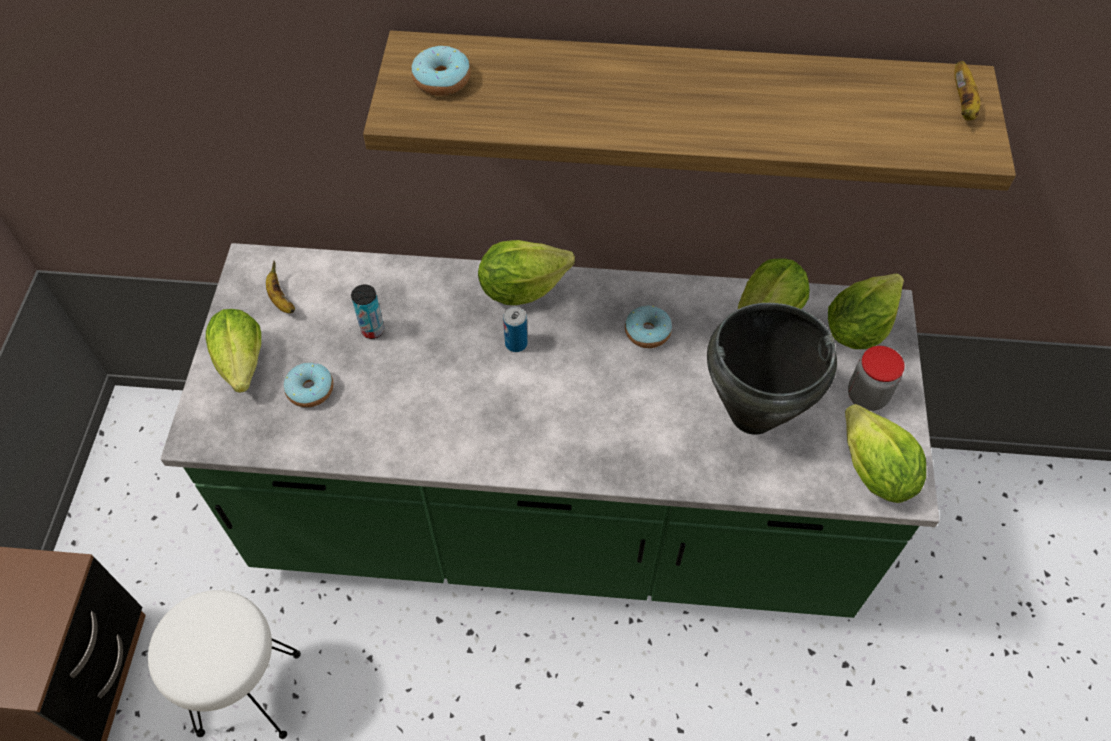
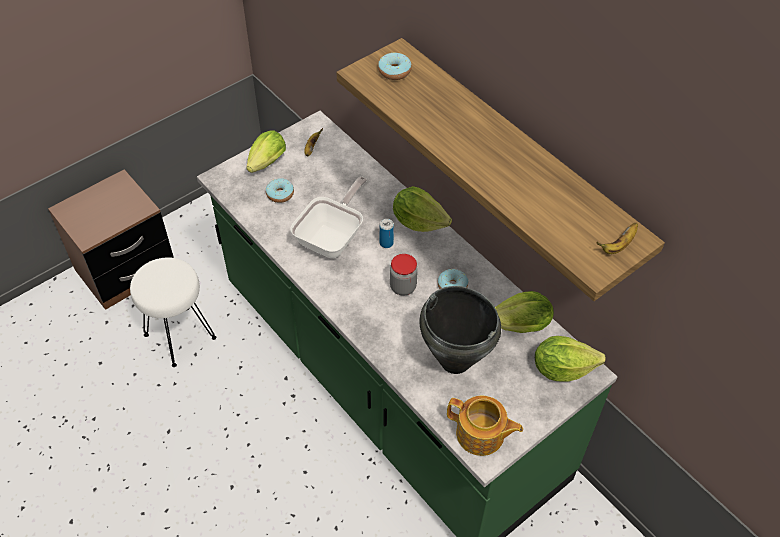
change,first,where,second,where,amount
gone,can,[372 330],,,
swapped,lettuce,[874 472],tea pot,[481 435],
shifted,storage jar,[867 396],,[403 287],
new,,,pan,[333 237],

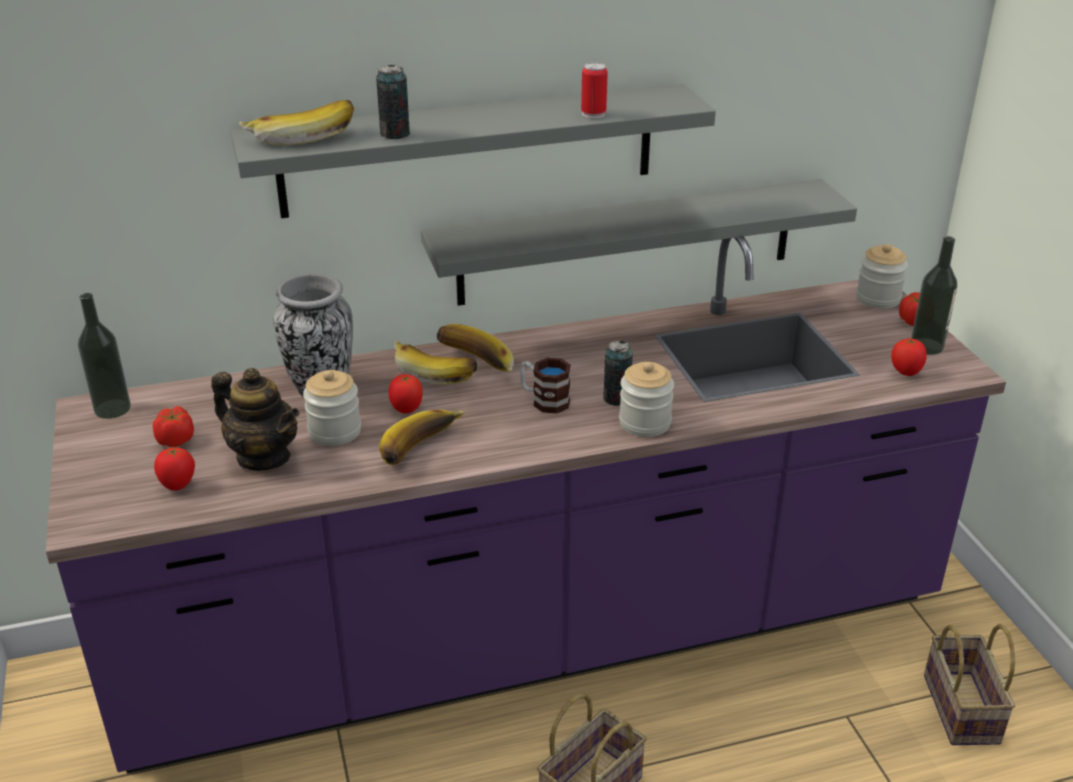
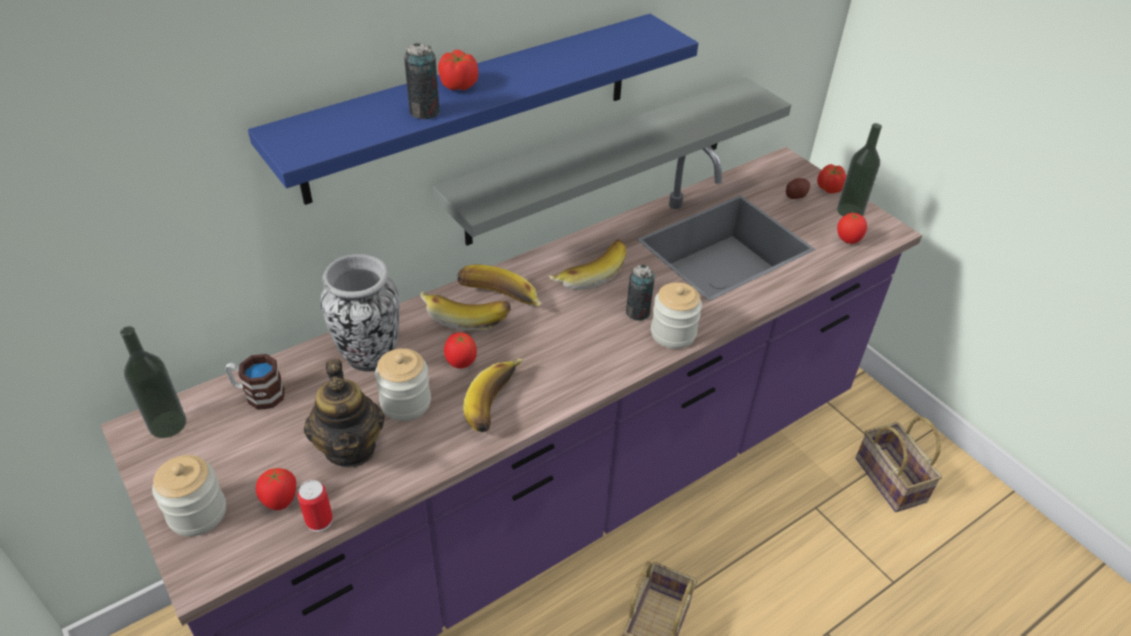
change,first,where,second,where,amount
shifted,tomato,[176 440],,[459 85],
rotated,tea pot,[263 457],,[350 447],60 degrees clockwise
repainted,bracket shelf (gray),[469 150],bracket shelf (blue-coloured),[473 106],
shifted,banana fruit,[301 135],,[588 273],
shifted,coffee mug,[544 400],,[258 394],
shifted,can,[593 114],,[319 521],
shifted,storage jar,[878 298],,[197 513],
new,,,potato,[796 195],

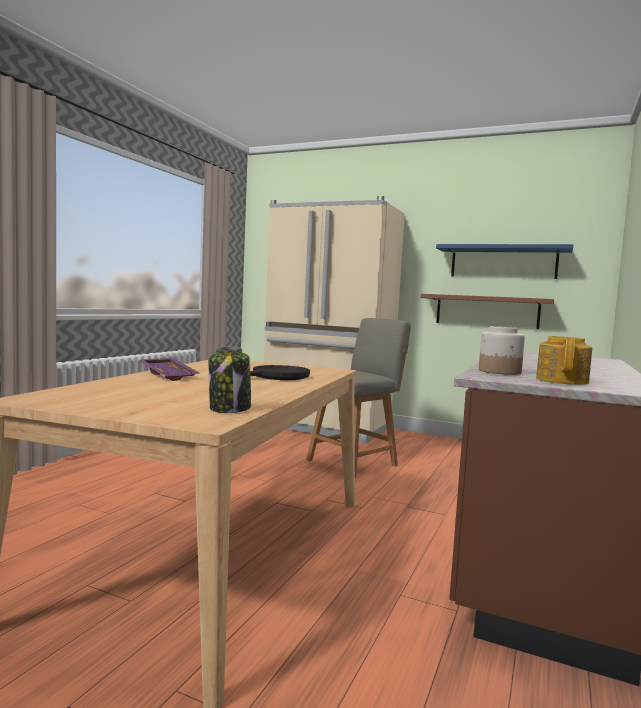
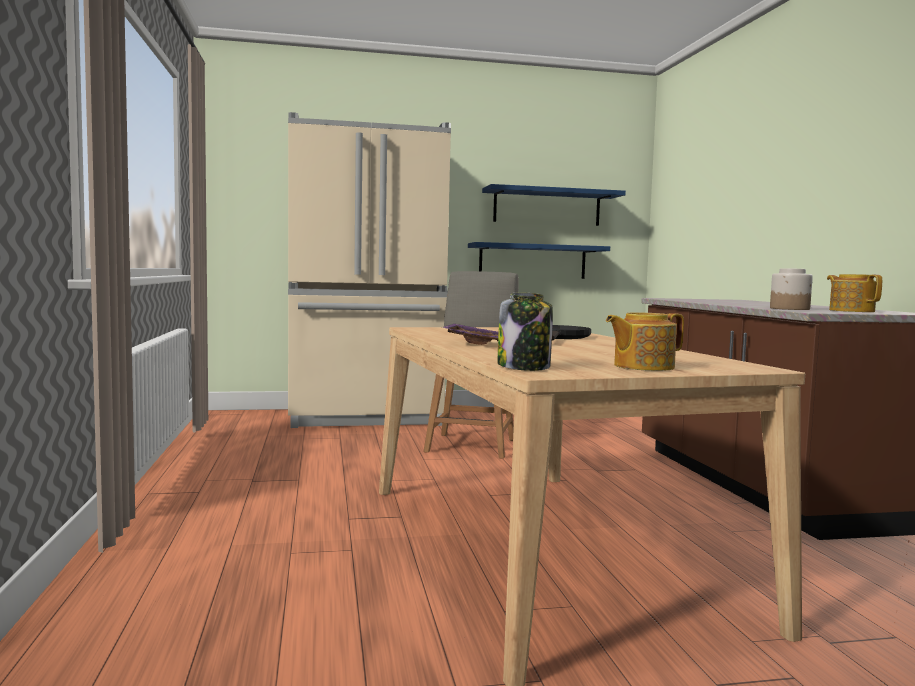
change,first,where,second,where,amount
shifted,storage jar,[230 409],,[524 367],
repainted,bracket shelf (brown-coloured),[487 311],bracket shelf (blue-coloured),[532 261],
new,,,tea pot,[642 366],

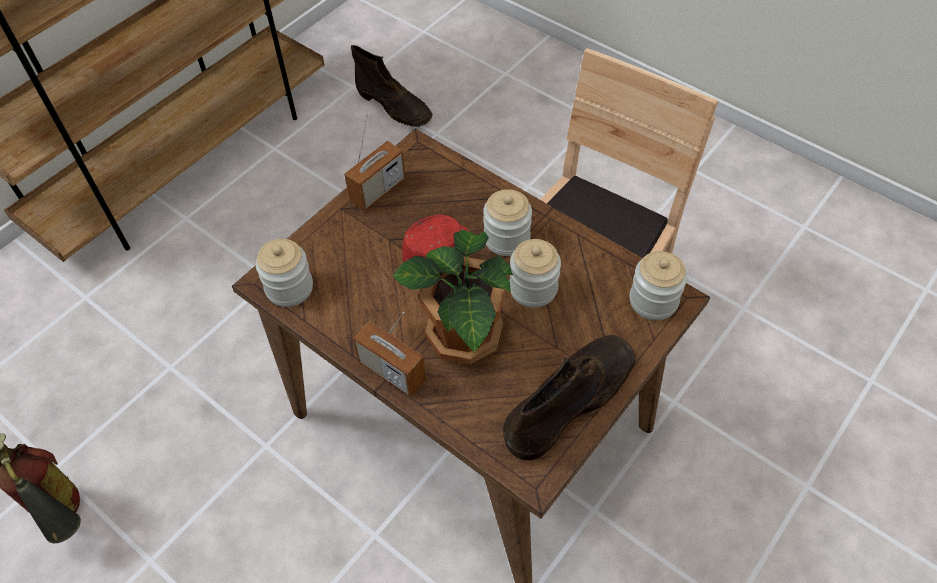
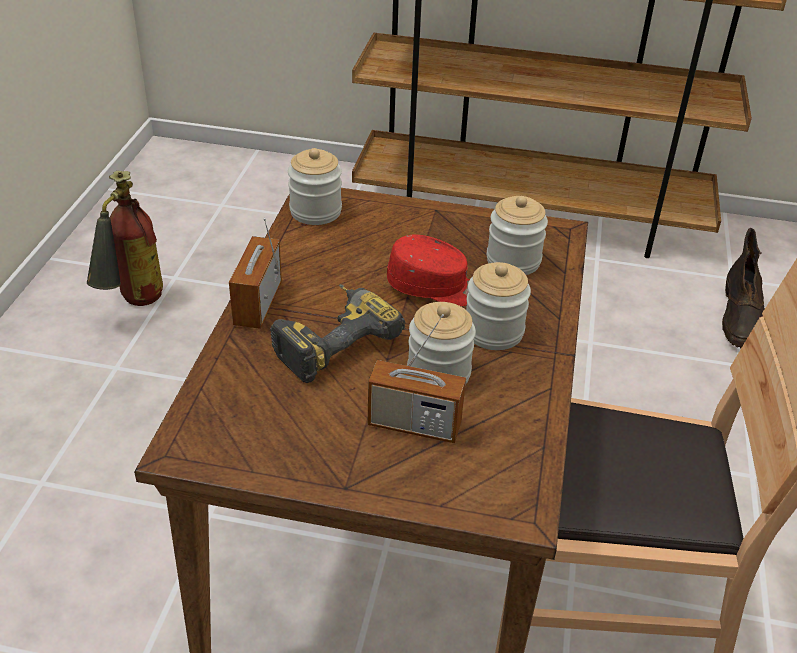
change,first,where,second,where,amount
shifted,radio set,[378 190],,[414 425],
swapped,potted plant,[462 338],electric drill,[331 340],
gone,boot (brown-coloured),[570 400],,,
shifted,storage jar,[653 301],,[513 261],

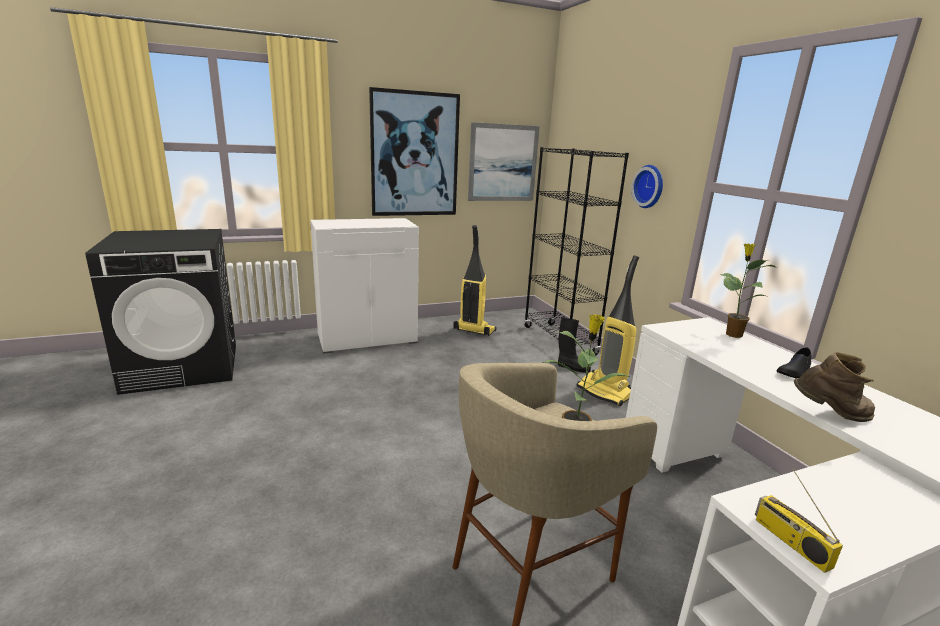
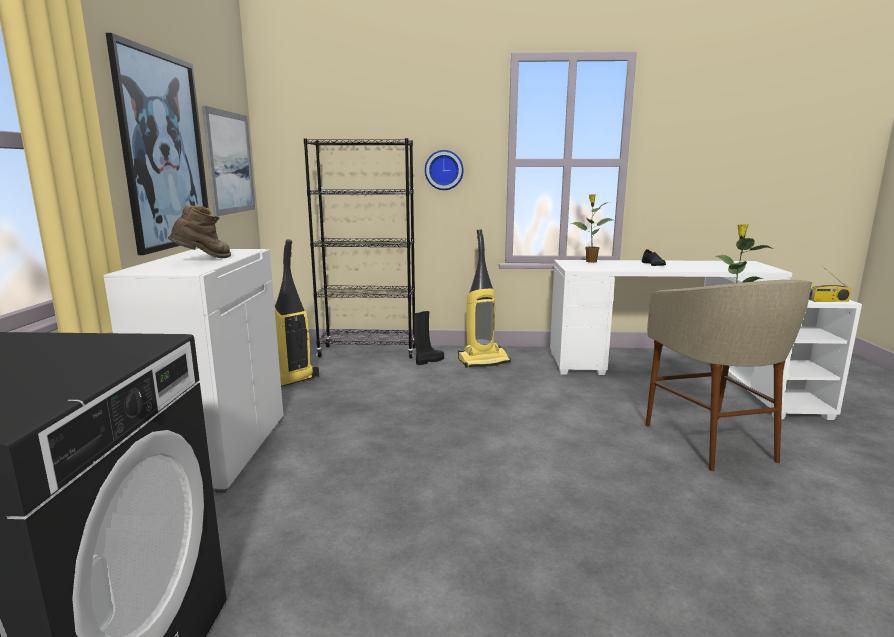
change,first,where,second,where,amount
shifted,boot (brown-coloured),[830 415],,[204 260],

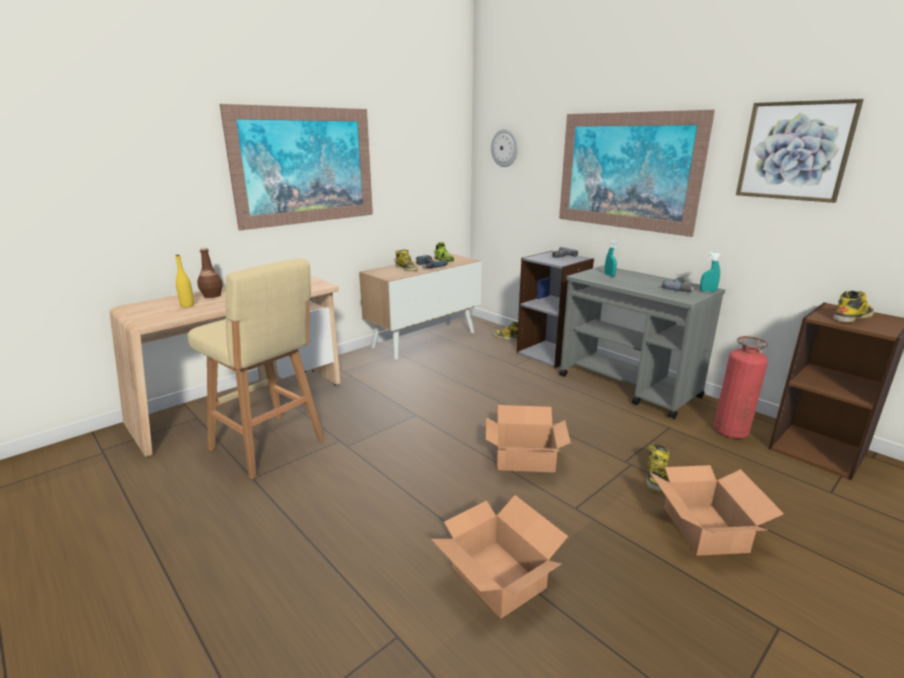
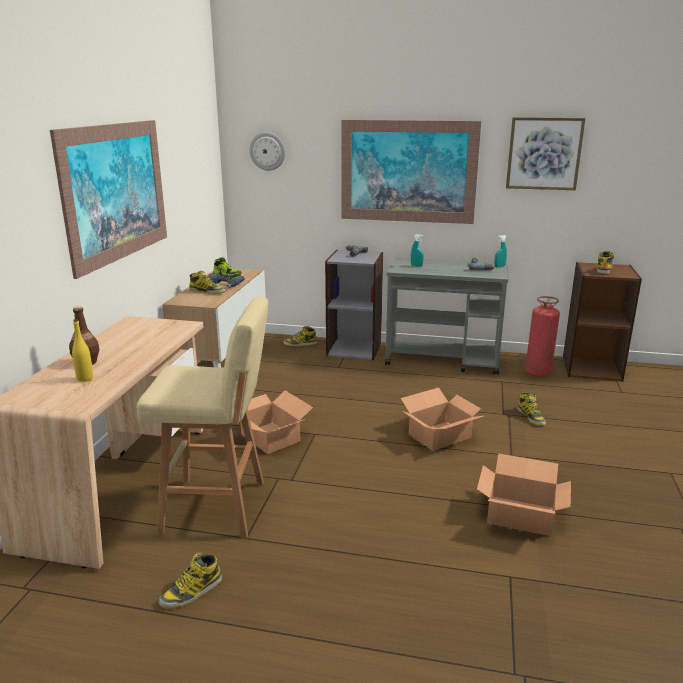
change,first,where,second,where,amount
shifted,packing box,[703 529],,[270 438],
new,,,boot,[191 592],

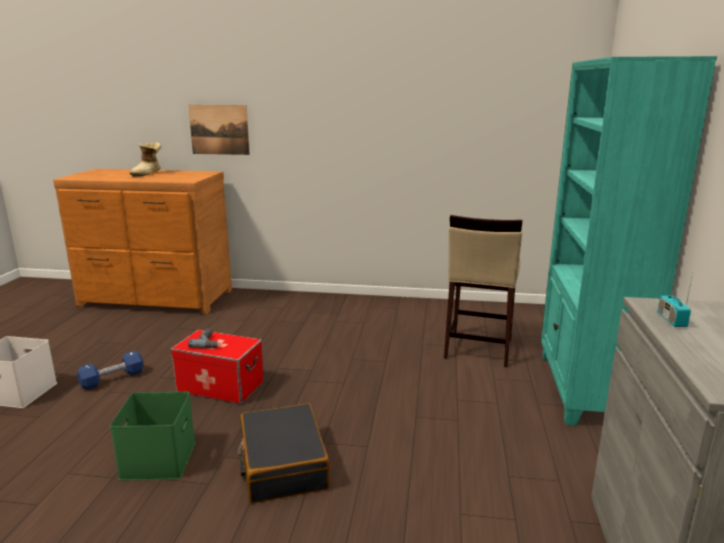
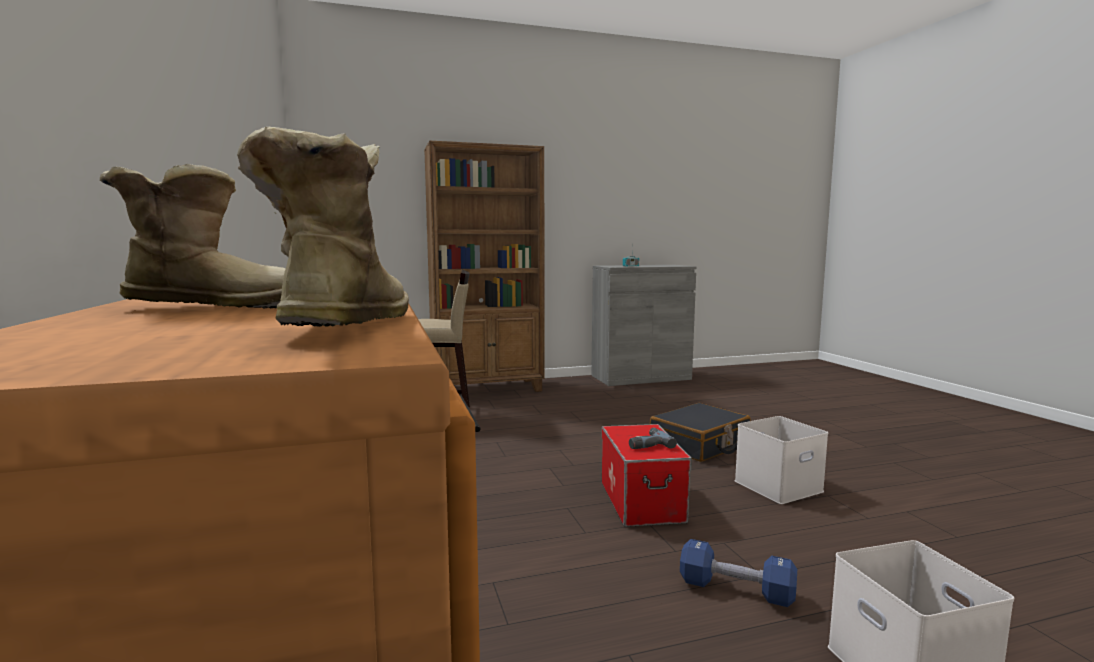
change,first,where,second,where,amount
repainted,storage box (greenish),[159 460],storage box (white),[778 485],
gone,picture,[219 129],,,
repainted,bookcase (turquoise),[585 390],bookcase (brown-coloured),[488 389],
new,,,boot,[340 327],

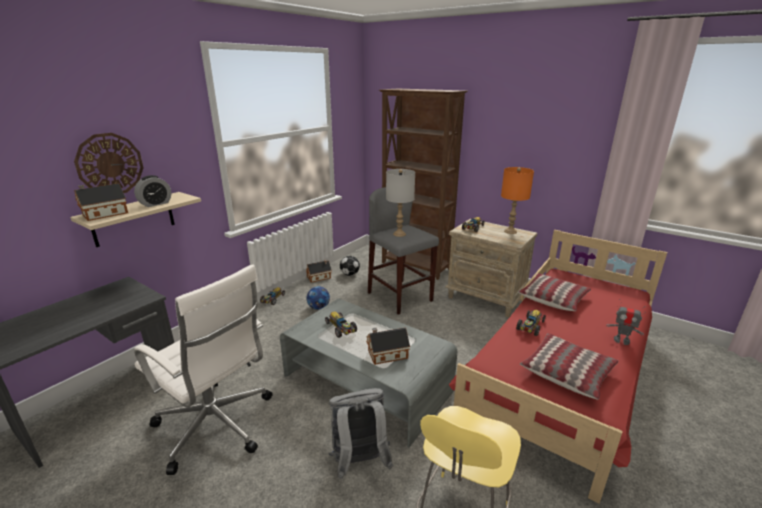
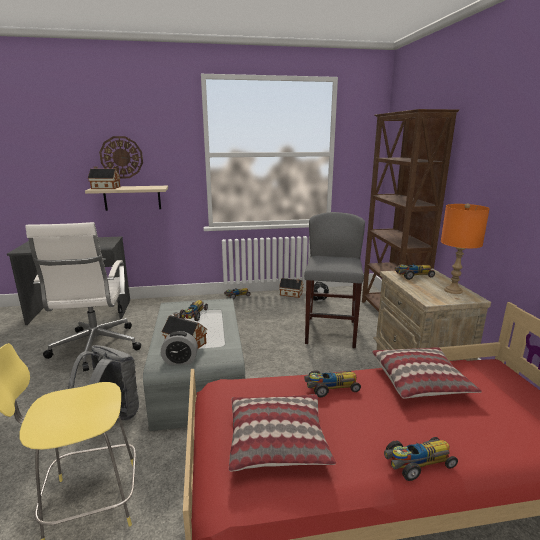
change,first,where,second,where,amount
shifted,table clock,[155 204],,[180 361],
gone,ball for football,[318 307],,,
gone,table lamp (gray),[399 234],,,
swapped,robot figure,[621 340],toy car,[417 463],

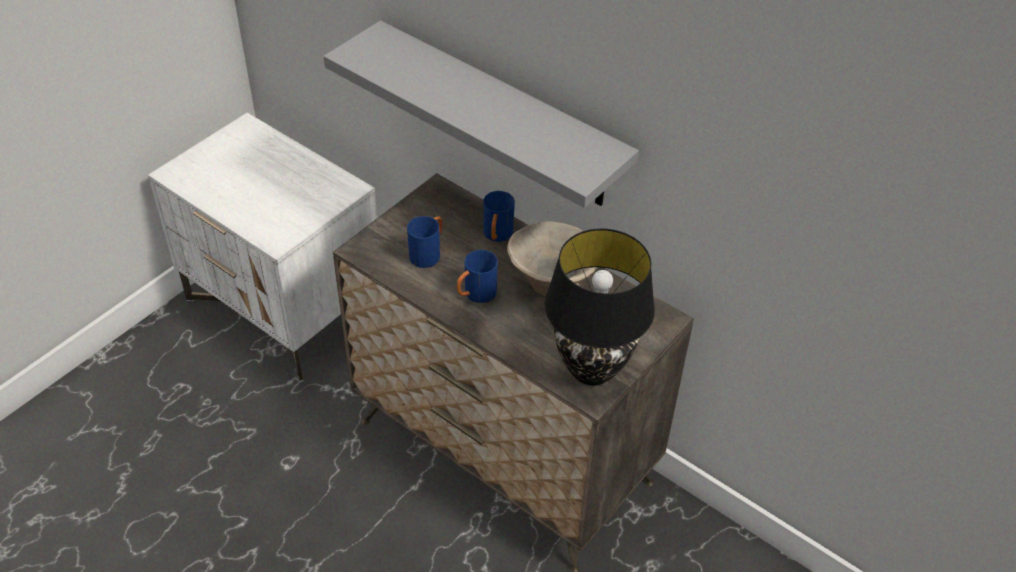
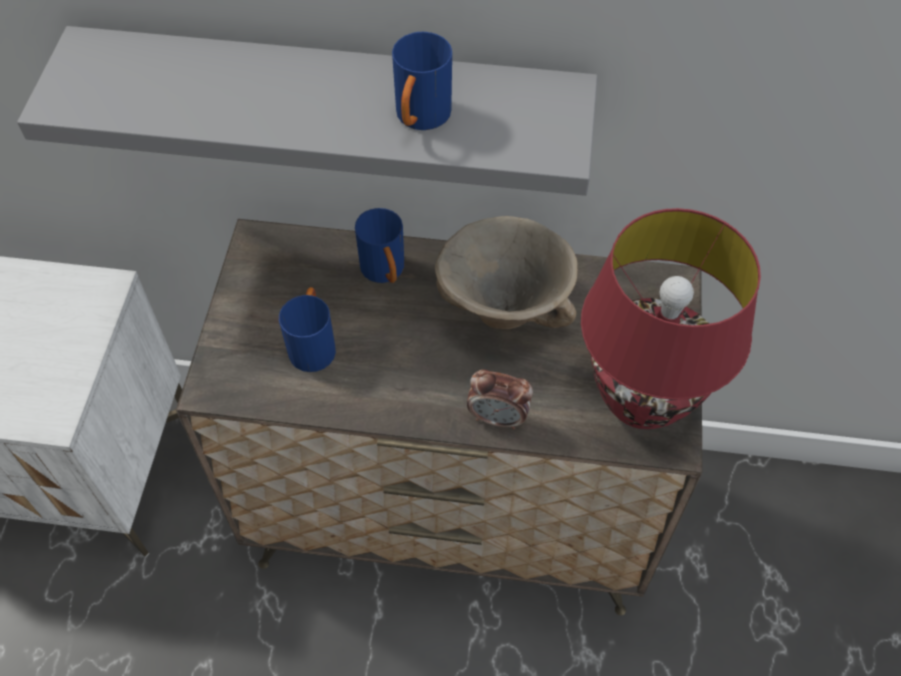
change,first,where,second,where,amount
shifted,coffee mug (blue-coloured),[475 295],,[420 120],
repainted,table lamp (blackish),[590 369],table lamp (red-coloured),[640 403],
new,,,table clock,[498 417],

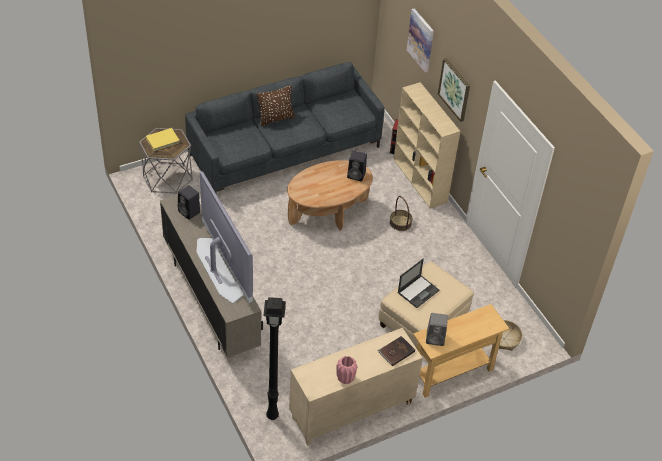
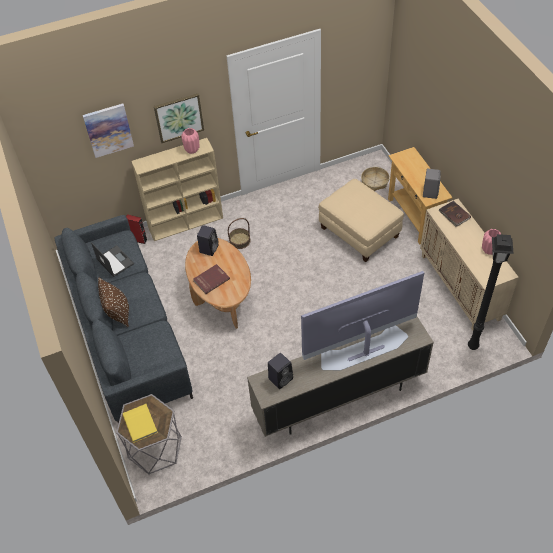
change,first,where,second,where,amount
shifted,notebook computer,[418 291],,[114 261],
new,,,vase (pink),[192 150],
new,,,bound book (red-coloured),[211 279],

